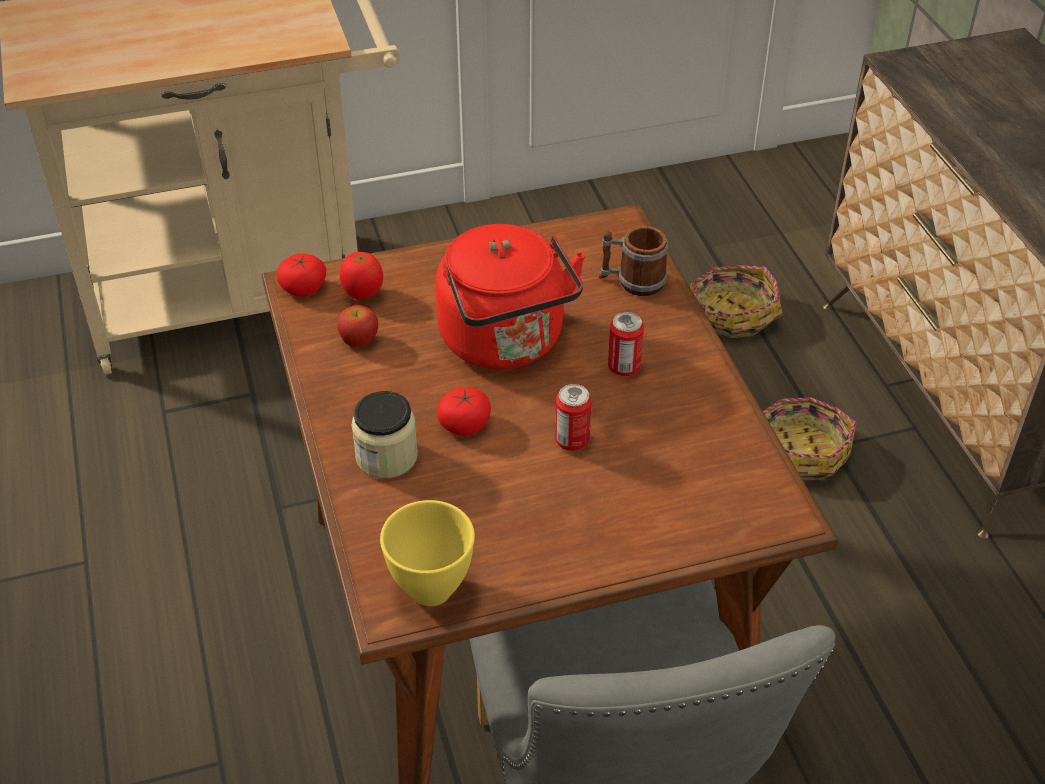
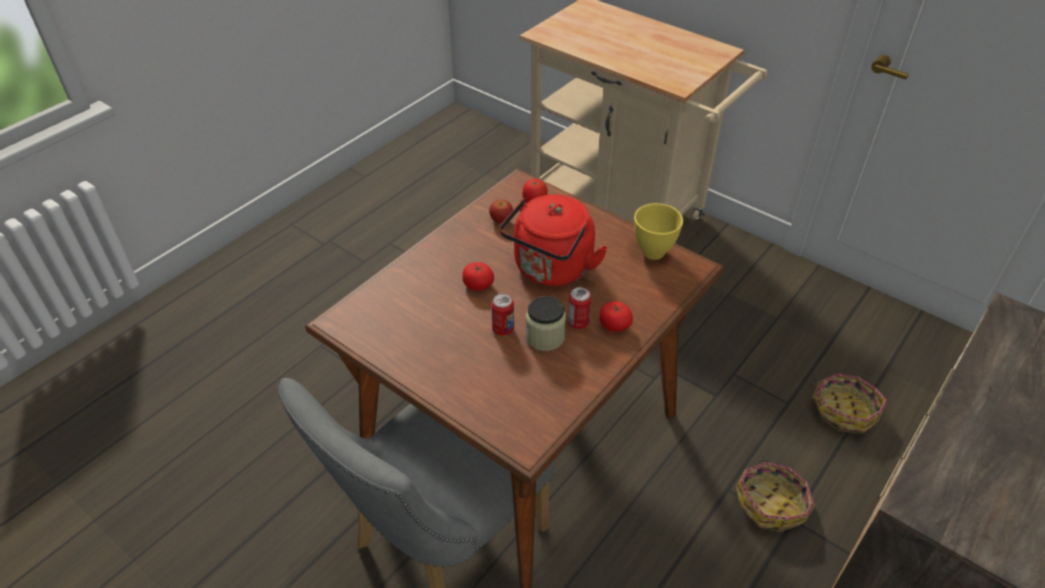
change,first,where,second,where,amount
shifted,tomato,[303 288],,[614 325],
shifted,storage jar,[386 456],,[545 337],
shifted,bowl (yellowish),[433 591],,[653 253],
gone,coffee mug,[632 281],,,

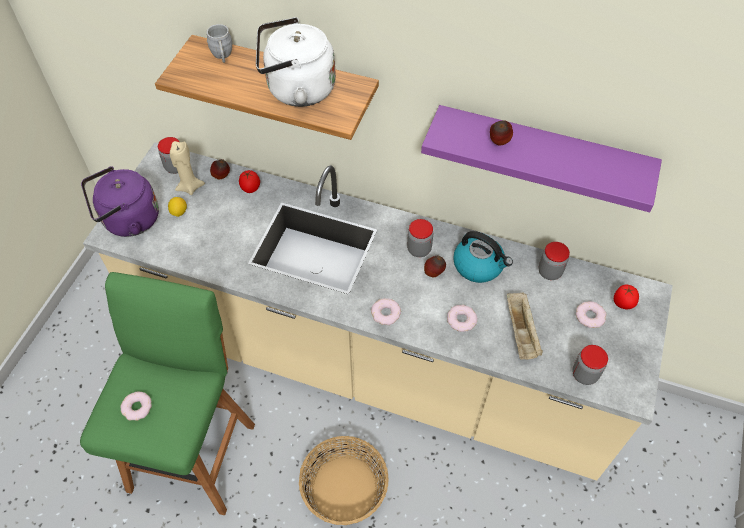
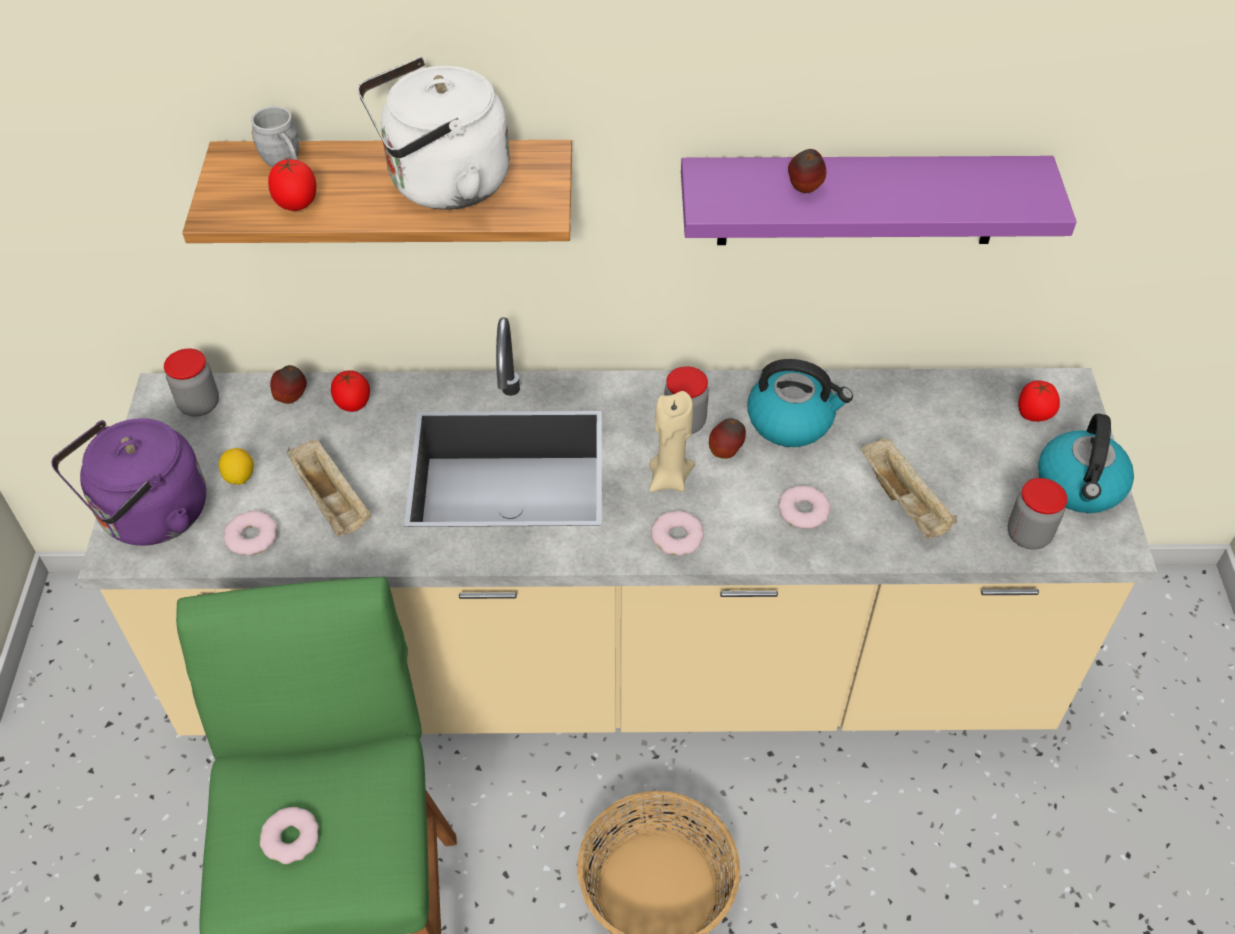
change,first,where,second,where,amount
shifted,wax candle (beige-coloured),[190 187],,[669 478],
gone,storage jar,[549 272],,,
shifted,ring doughnut,[590 316],,[252 537],
new,,,tomato,[297 205],
new,,,serving tray (beige-coloured),[333 501],
new,,,tea kettle,[1080 486],

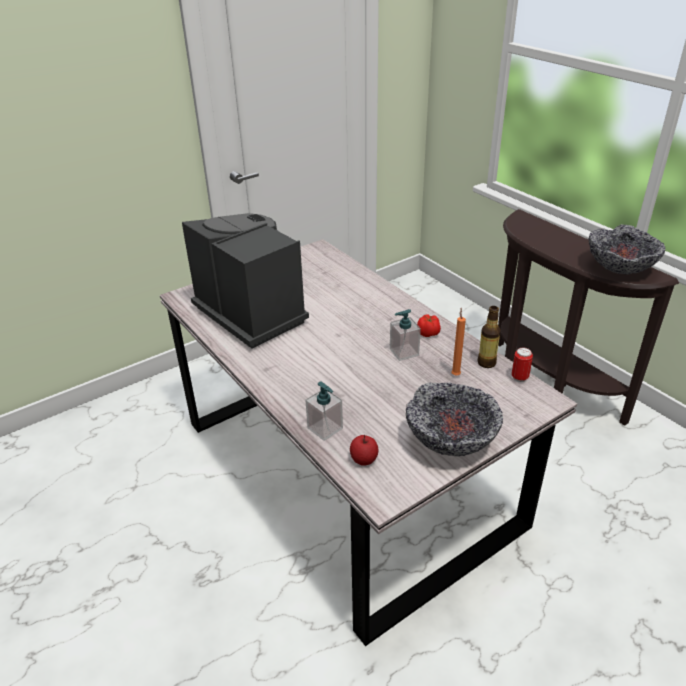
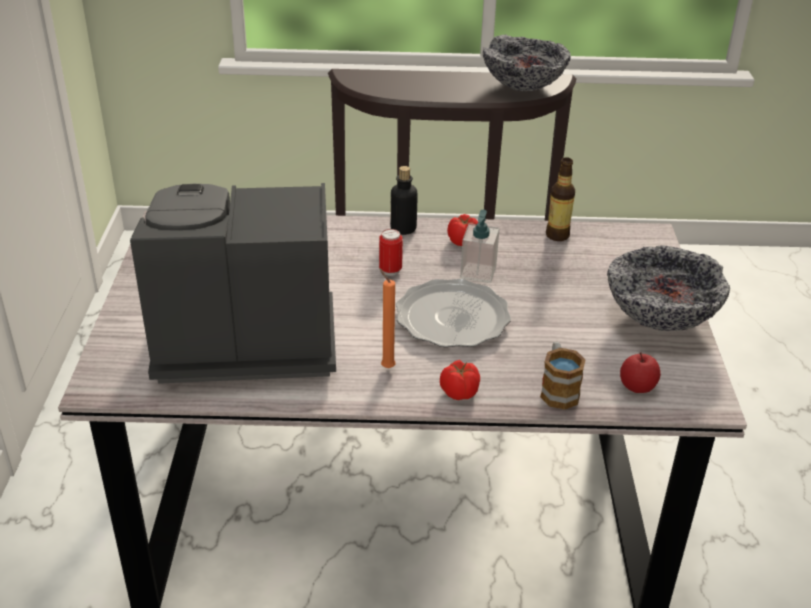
change,first,where,second,where,amount
swapped,soap bottle,[325 428],coffee mug,[558 389],
shifted,wax candle (orange),[455 374],,[386 367],
shifted,can,[519 377],,[390 270],
new,,,beverage bottle,[403 228],
new,,,plate,[453 317],
new,,,tomato,[458 392],

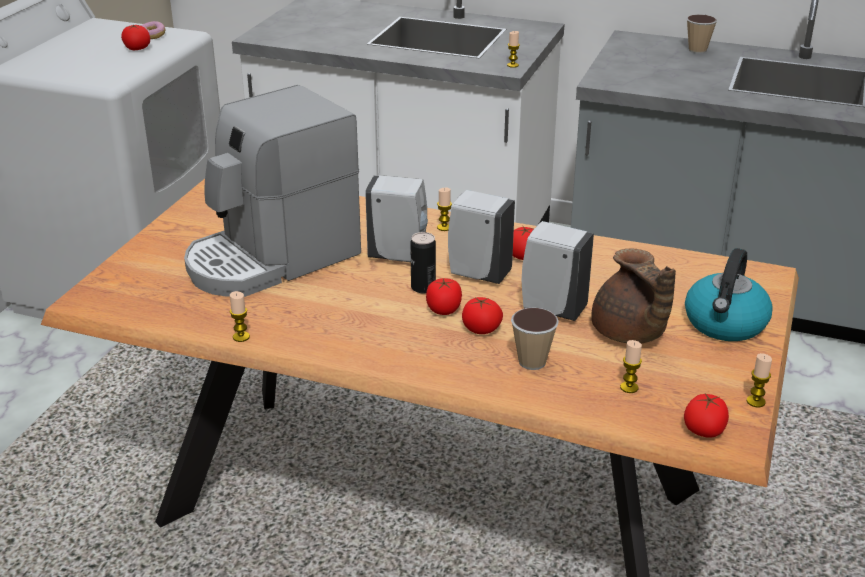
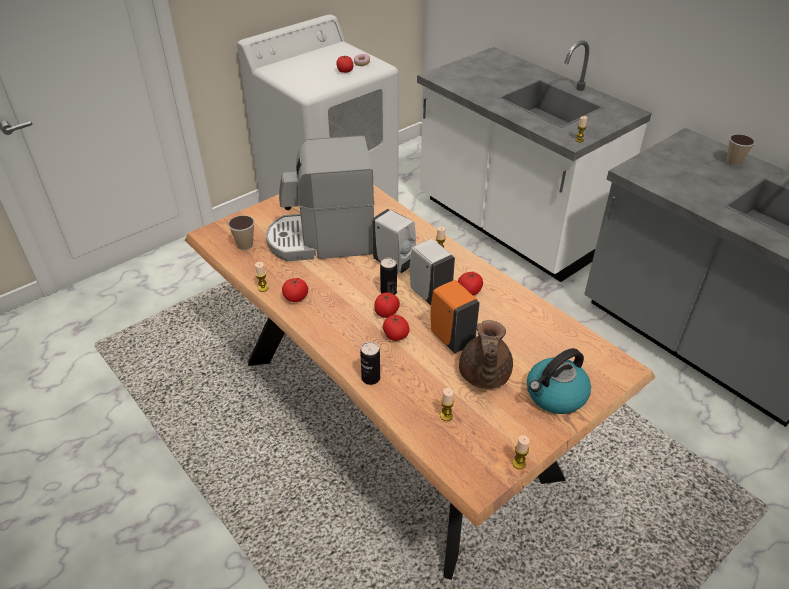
change,first,where,second,where,amount
shifted,cup,[532 362],,[245 245],
repainted,soap bottle (white),[551 309],soap bottle (orange),[451 338],
shifted,tomato,[704 430],,[296 297],
new,,,can,[371 378],

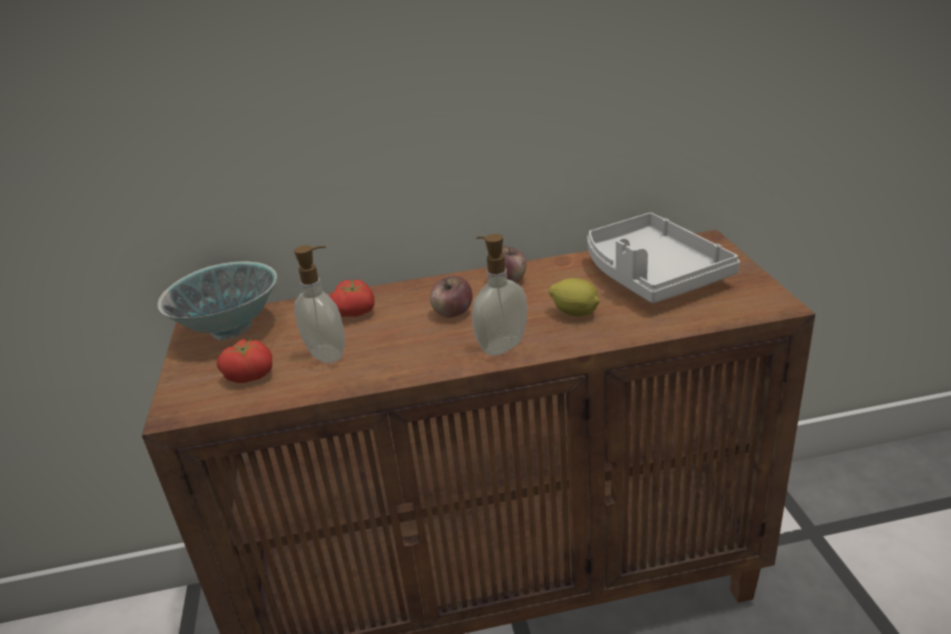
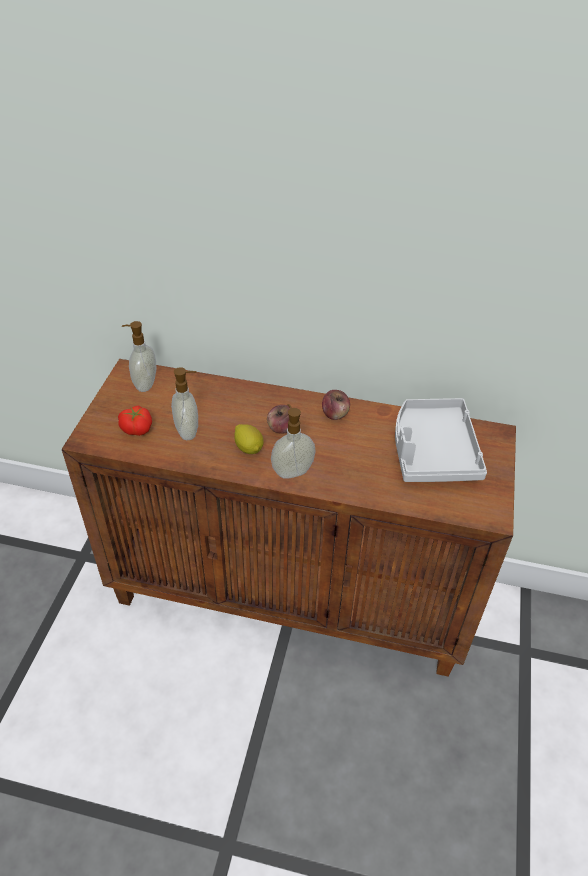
change,first,where,second,where,amount
swapped,bowl,[231 329],soap bottle,[144 384],
gone,tomato,[356 312],,,
shifted,citrus fruit,[575 313],,[249 448],

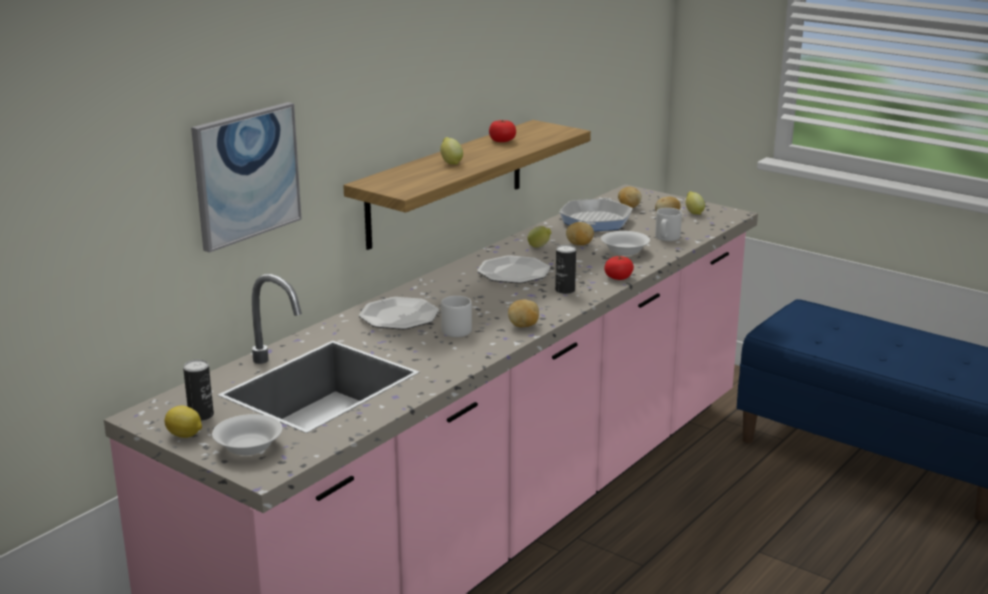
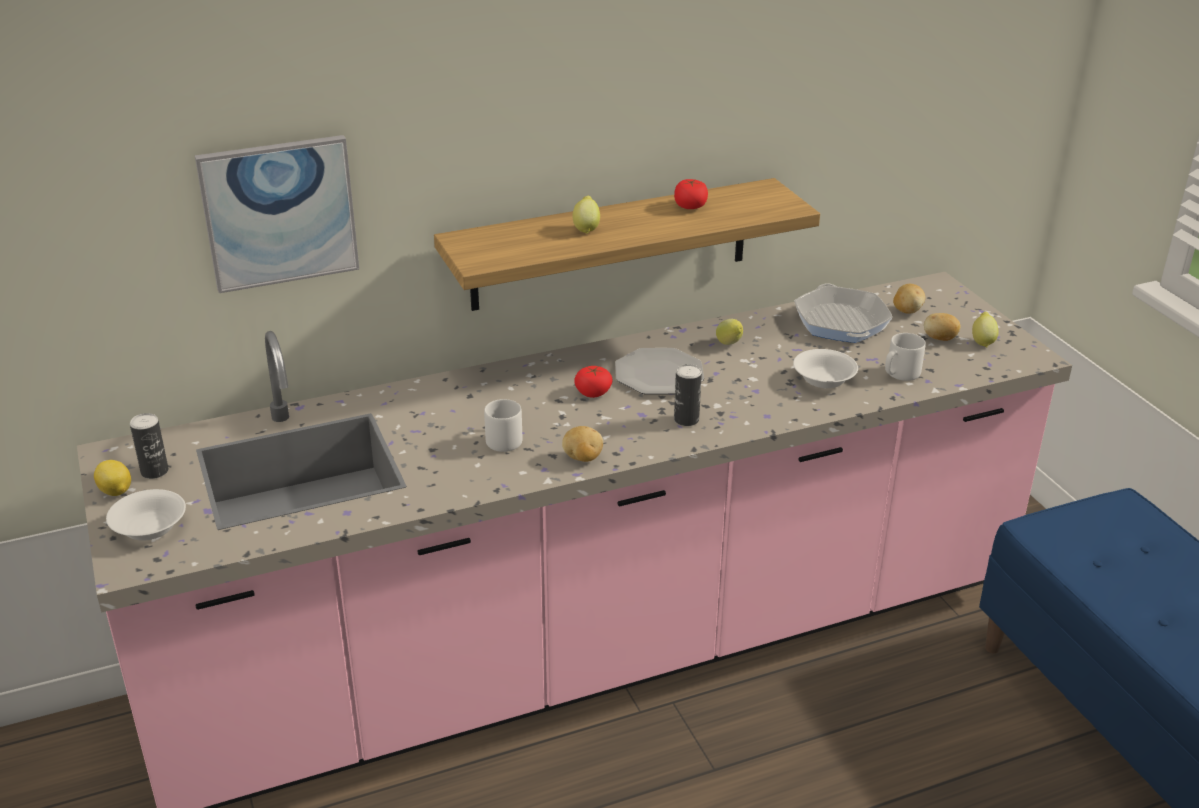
change,first,where,second,where,amount
gone,plate,[399 316],,,
rotated,pan,[595 221],,[841 322],120 degrees clockwise
gone,potato,[579 244],,,
shifted,tomato,[618 277],,[593 392],

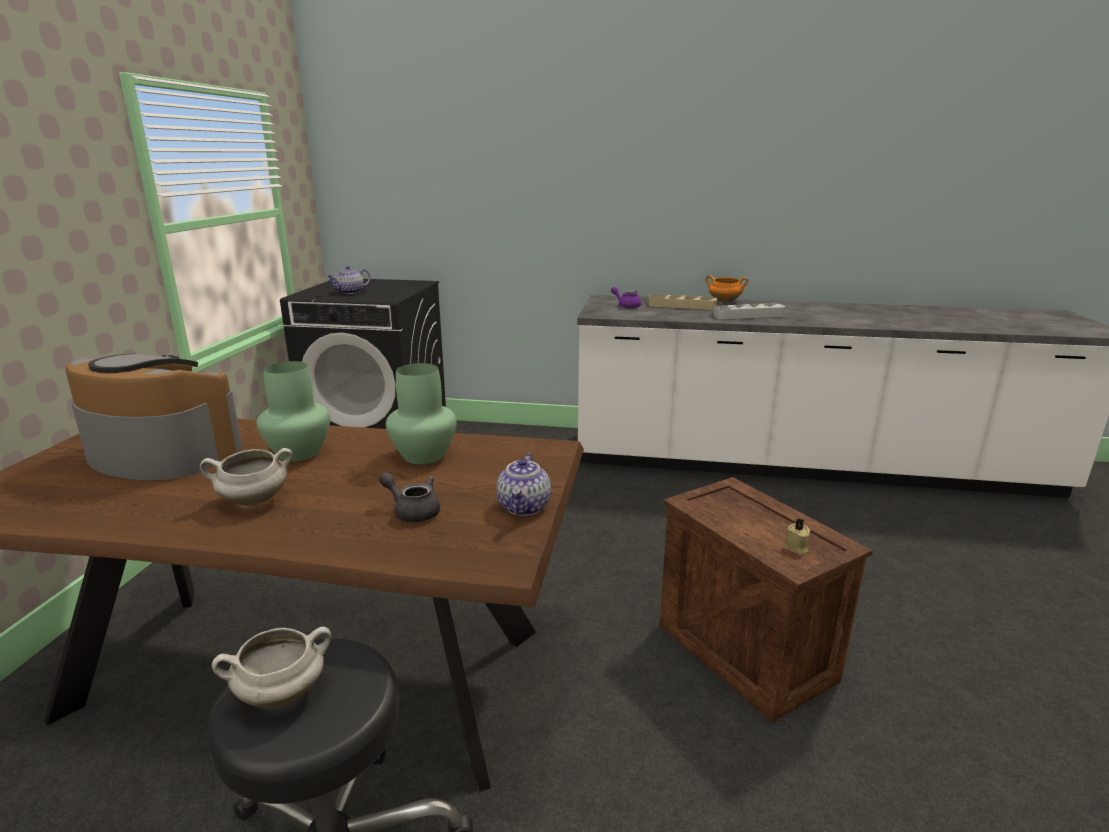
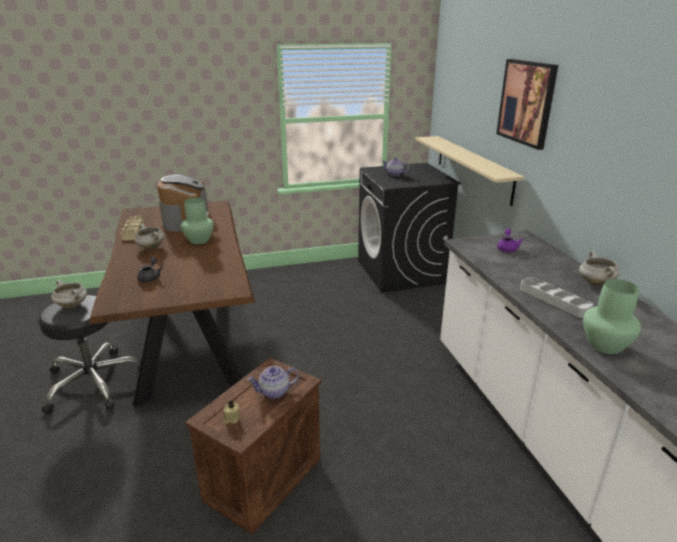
change,first,where,second,where,amount
shifted,vase (greenish),[423 455],,[604 345],
shifted,tea pot,[524 507],,[274 392],
shifted,serving tray (beige-coloured),[682 306],,[133 230],
repainted,cooking pot (orange),[724 302],cooking pot (white),[595 283],
new,,,bracket shelf (beige-coloured),[473 168],
new,,,picture,[526 102],

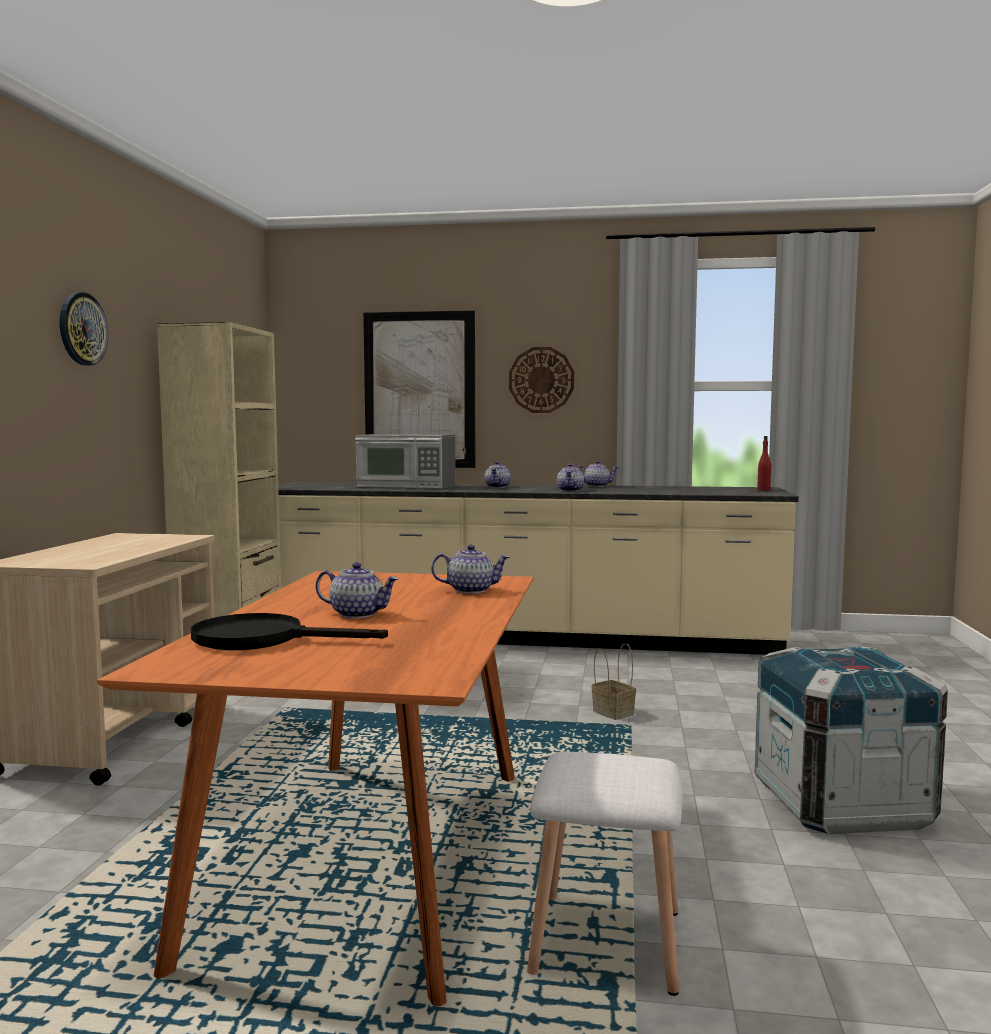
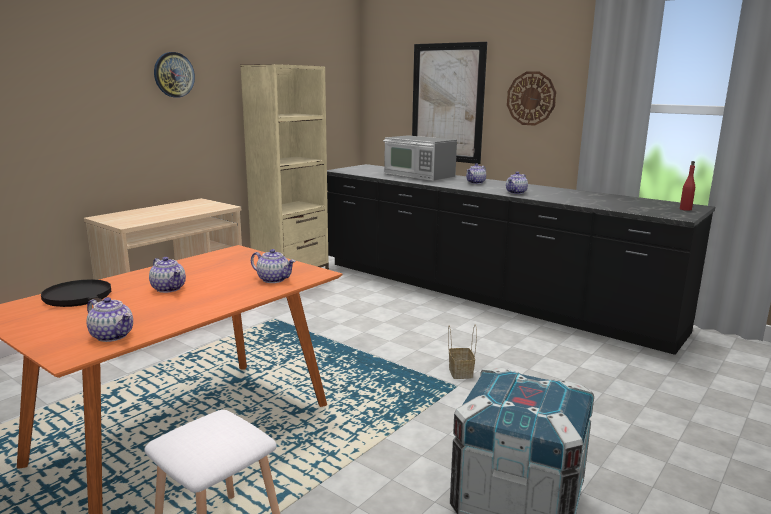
change,first,where,second,where,amount
repainted,kitchen base unit (beige-coloured),[521 638],kitchen base unit (blackish),[483 295],
shifted,tea pot,[597 486],,[113 336],

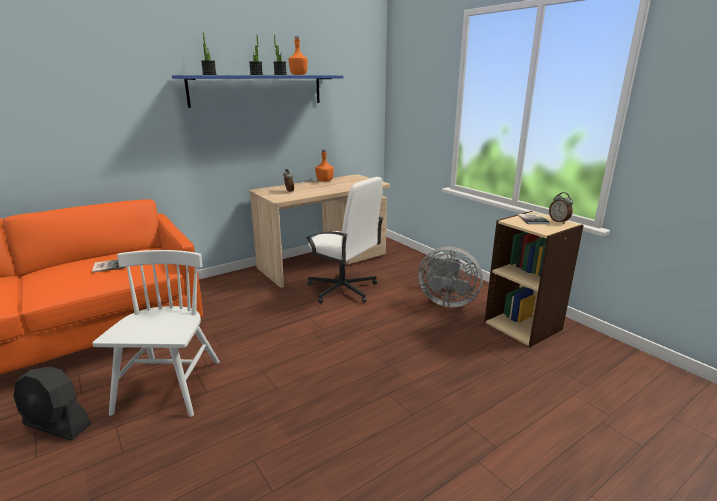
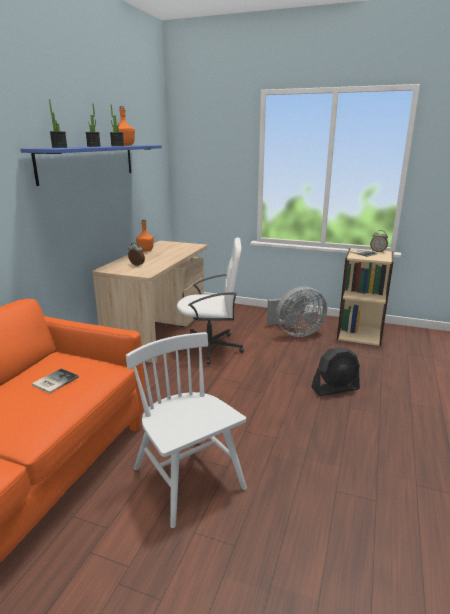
change,first,where,second,where,amount
shifted,electric fan (blackish),[57 425],,[335 388],

